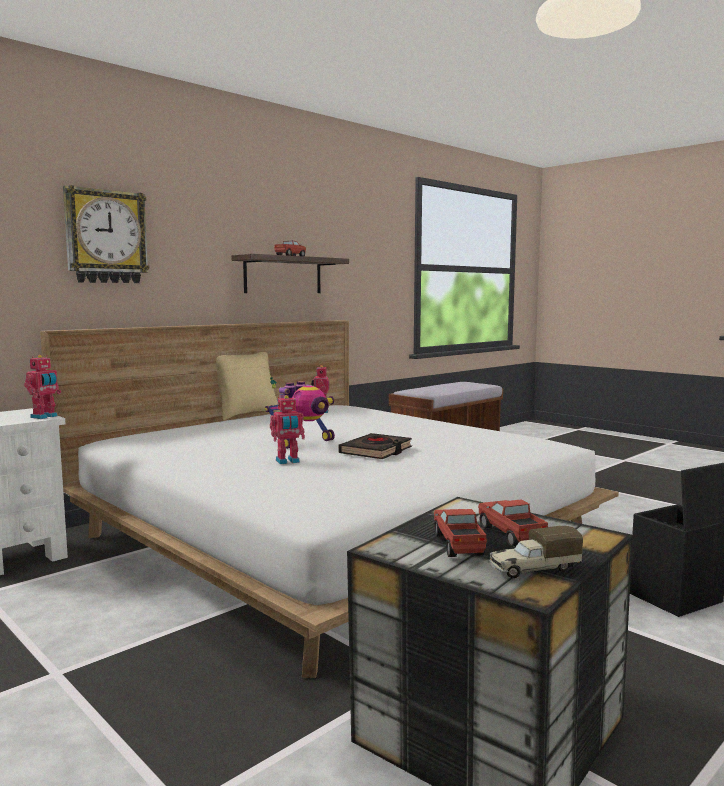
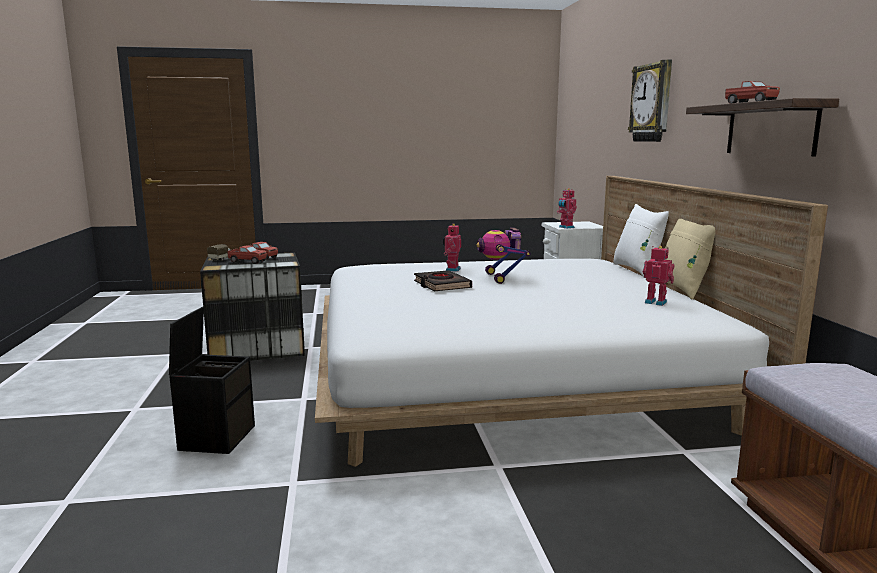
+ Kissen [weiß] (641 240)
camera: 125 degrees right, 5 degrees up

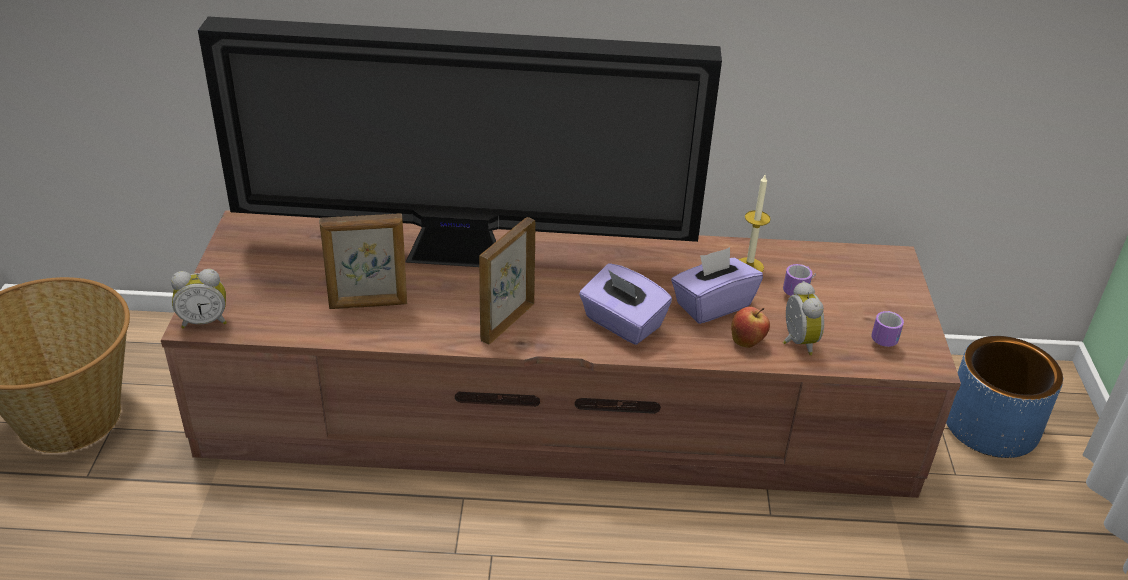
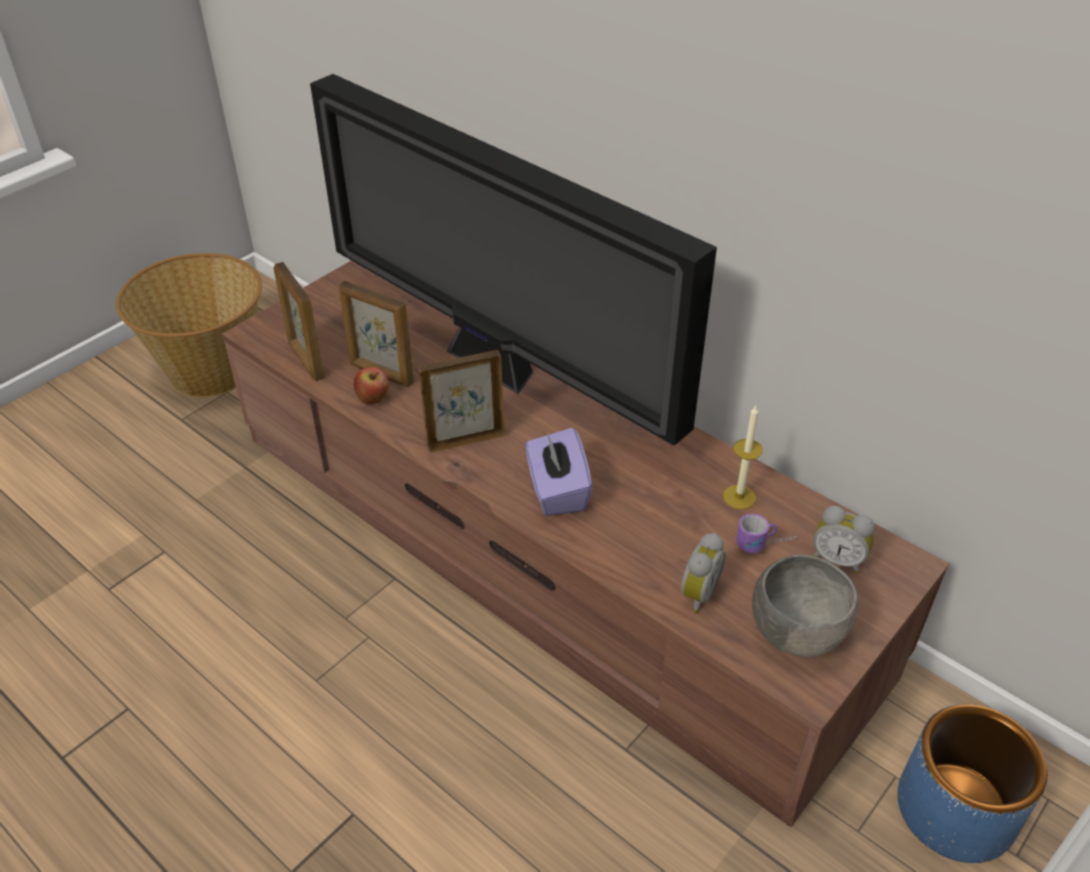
- Taschentuchbox [lila] (717 285)
~ Wecker (199 299) to (844 540)
~ Apfel (750 327) to (371 385)
~ Henkelbecher (887 329) to Schüssel [grau] (805 606)
+ Bilderrahmen (299 321)
camera: 40 degrees right, 5 degrees up

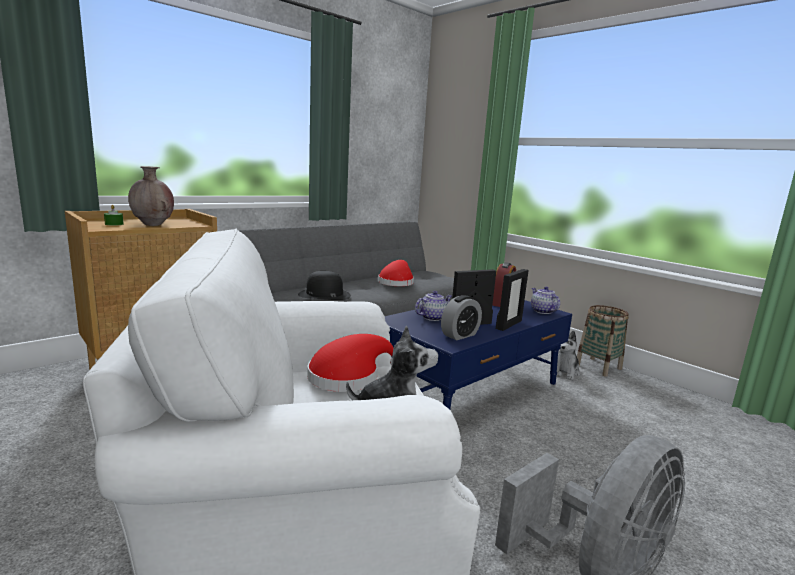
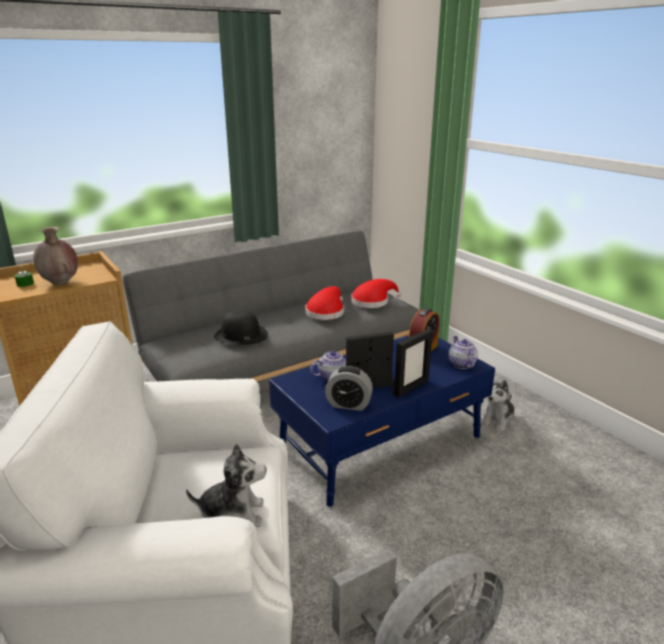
~ Wecker (461 317) = (349 388) 45 degrees clockwise
- Korb (603 341)
~ Hut [rot] (350 363) to (376 293)
camera: 10 degrees right, 10 degrees up

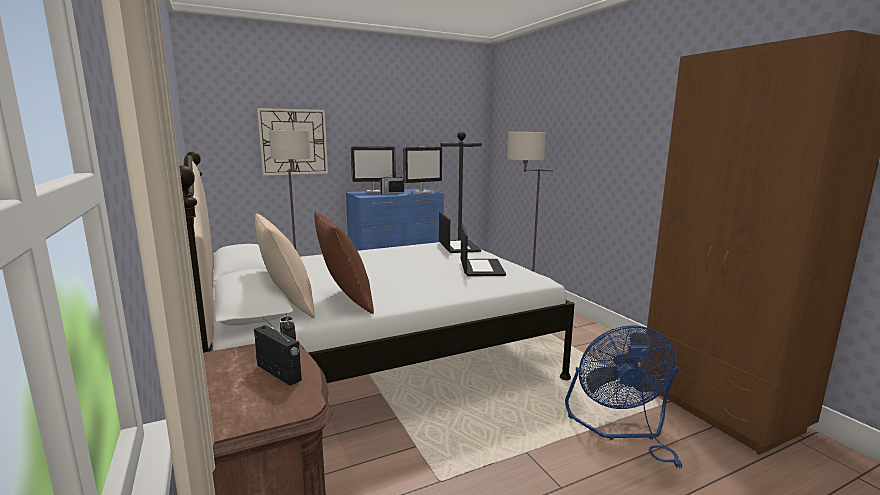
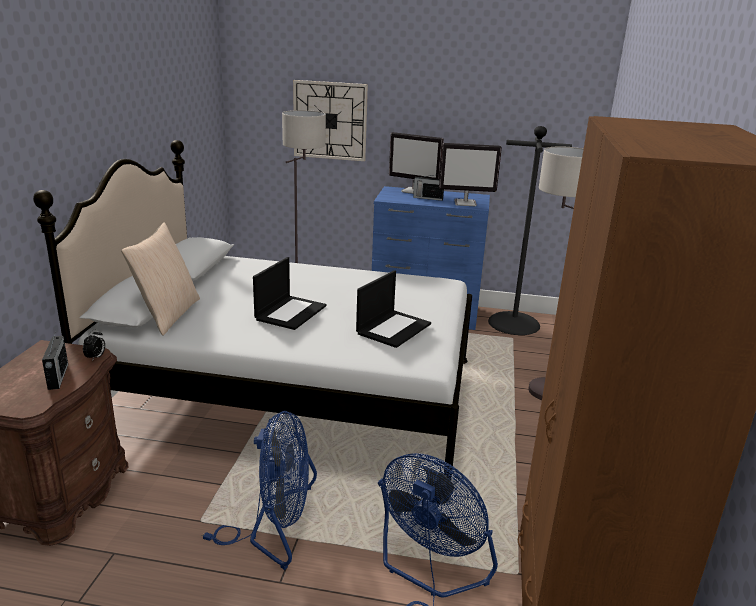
- Kissen [braun] (344 263)
~ Laptop (460 232) to (289 293)
+ Ventilator [blau] (260 490)
camera: 35 degrees right, 10 degrees up

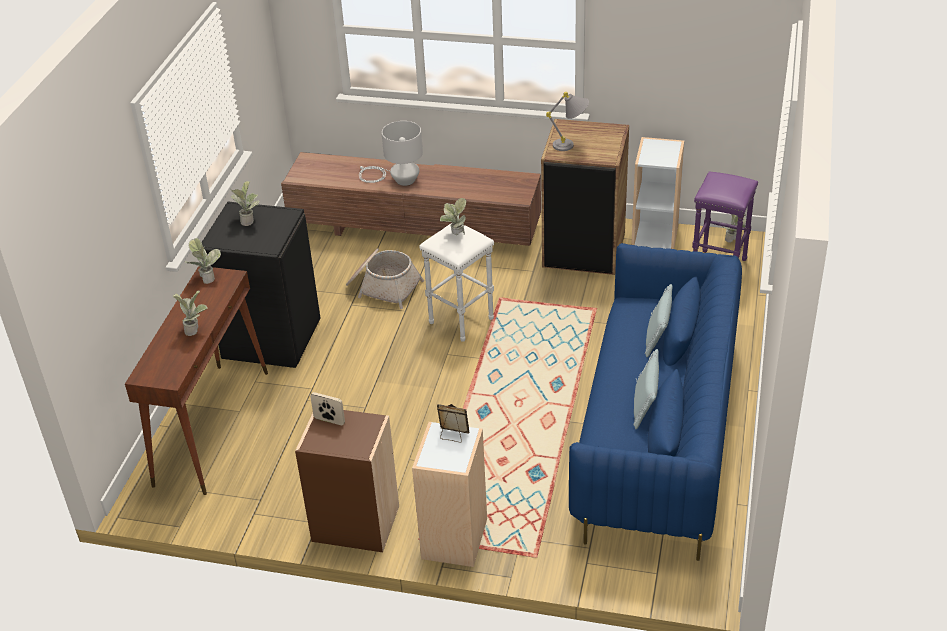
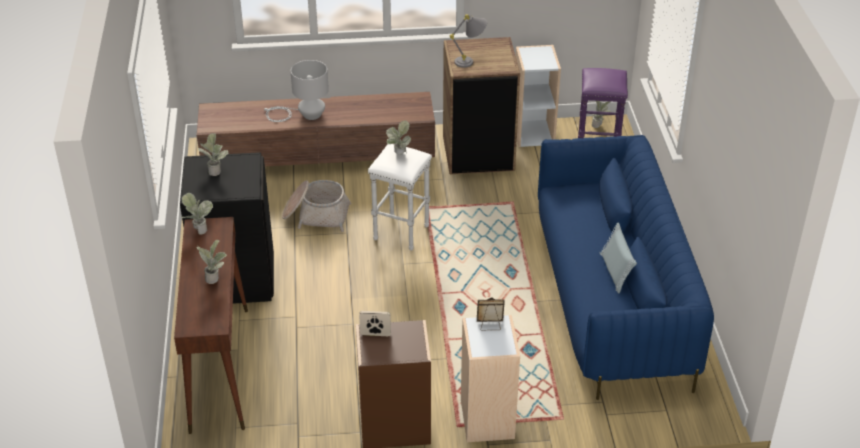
- Kissen [blau] (658 320)
camera: 20 degrees left, 0 degrees up

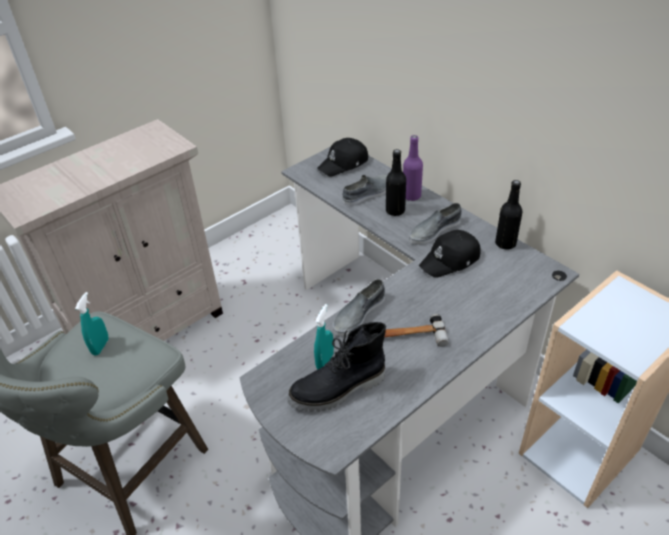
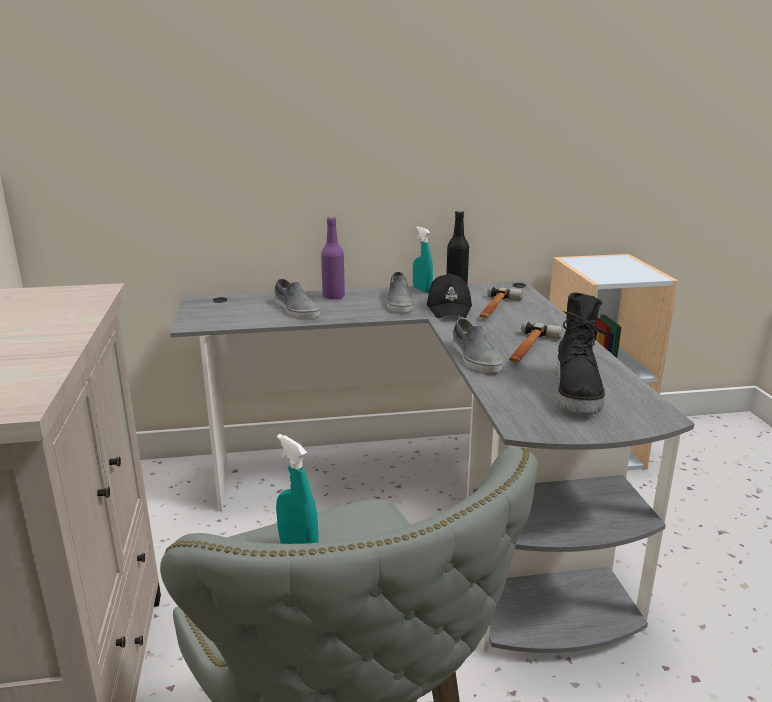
- Kappe [schwarz] (342 157)
- Flasche [schwarz] (396 182)
~ Schuh [grau] (364 190) = (297 298) 150 degrees clockwise
~ Sprühflasche [türkis] (324 337) to (423 260)
+ Hammer (501 302)
camera: 60 degrees left, 20 degrees down

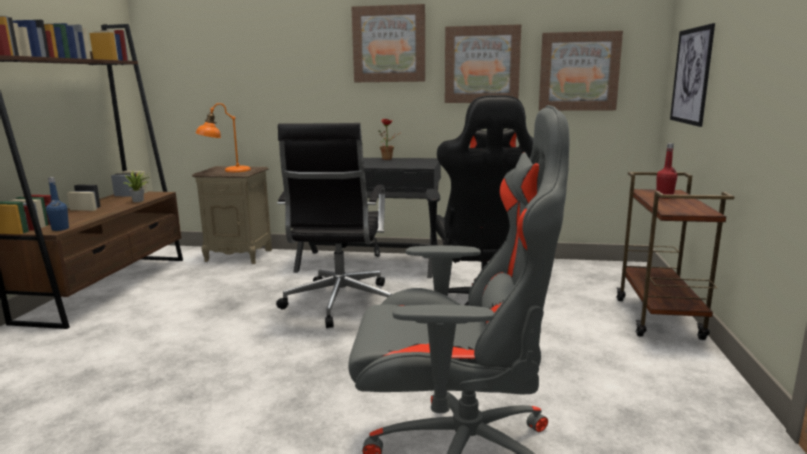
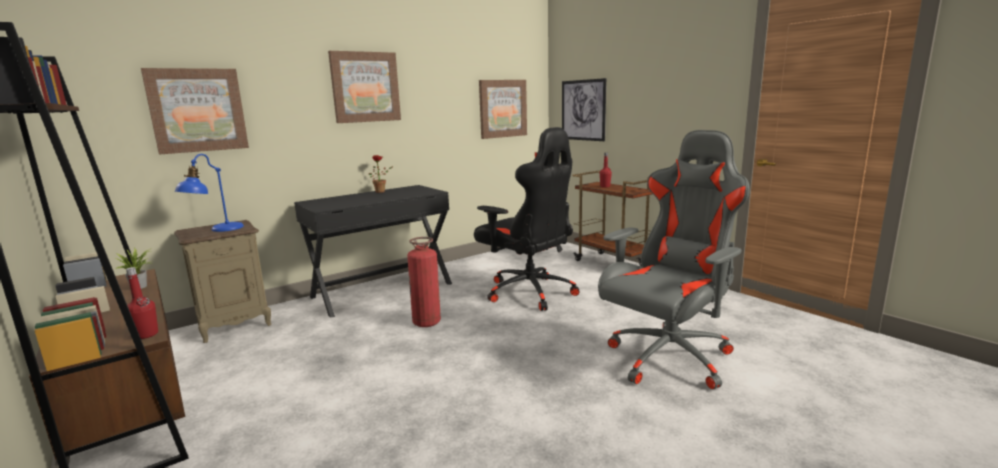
~ Bild (483 63) to (195 111)
~ Tischlampe [orange] (223 137) to Tischlampe [blau] (209 193)
~ Bürostuhl [schwarz] (334 225) to Feuerlöscher (424 282)
~ Flasche [blau] (57 204) to Flasche [rot] (142 303)
camera: 45 degrees left, 0 degrees up

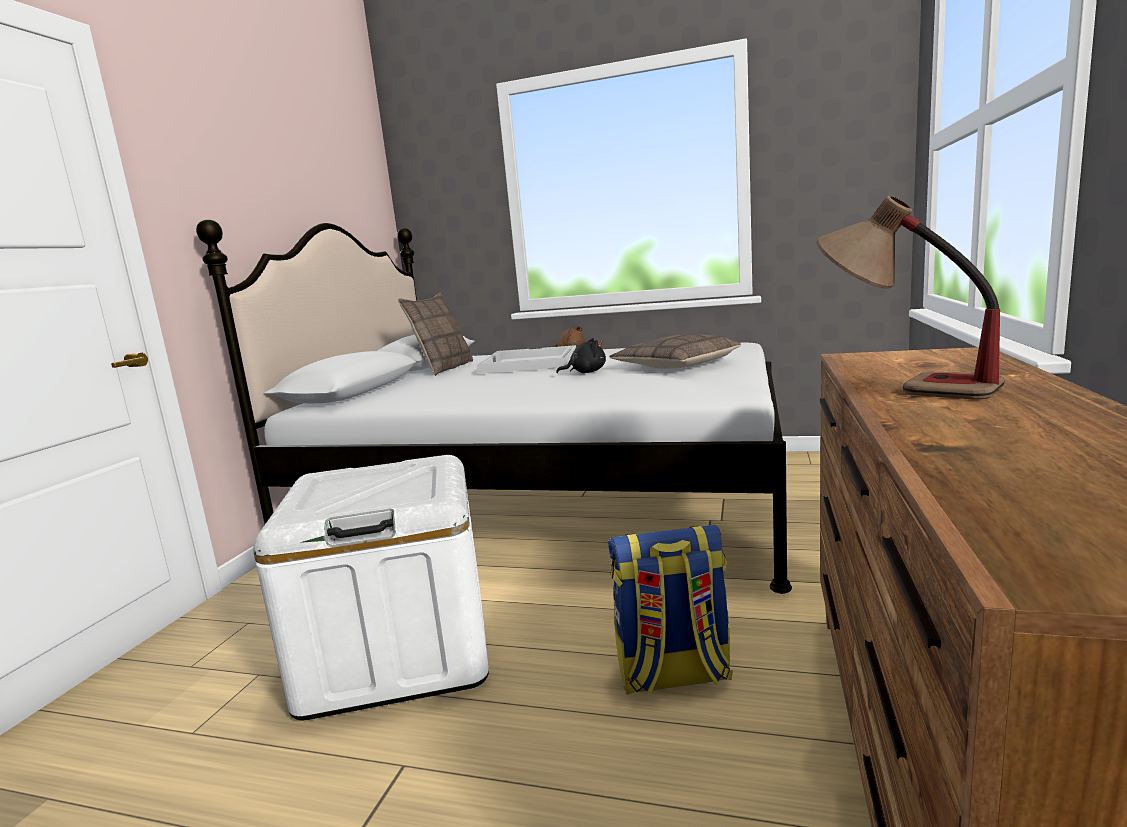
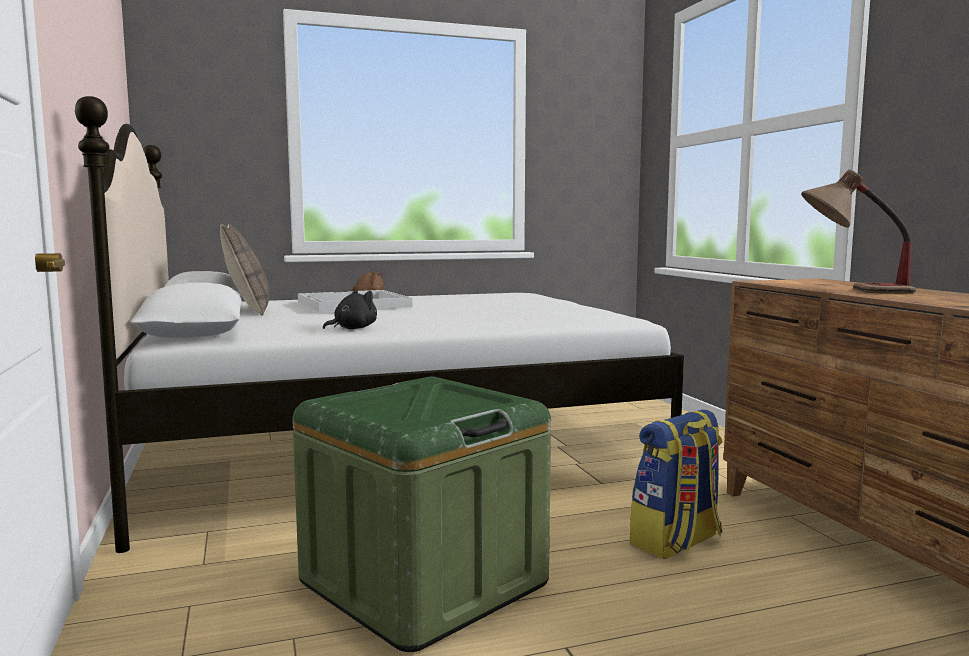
- Kissen (675 351)
~ Plüschtier [schwarz] (581 355) to (350 309)
~ Aufbewahrungsbox [weiß] (371 587) to Aufbewahrungsbox [grün] (421 514)
camera: 35 degrees left, 5 degrees down

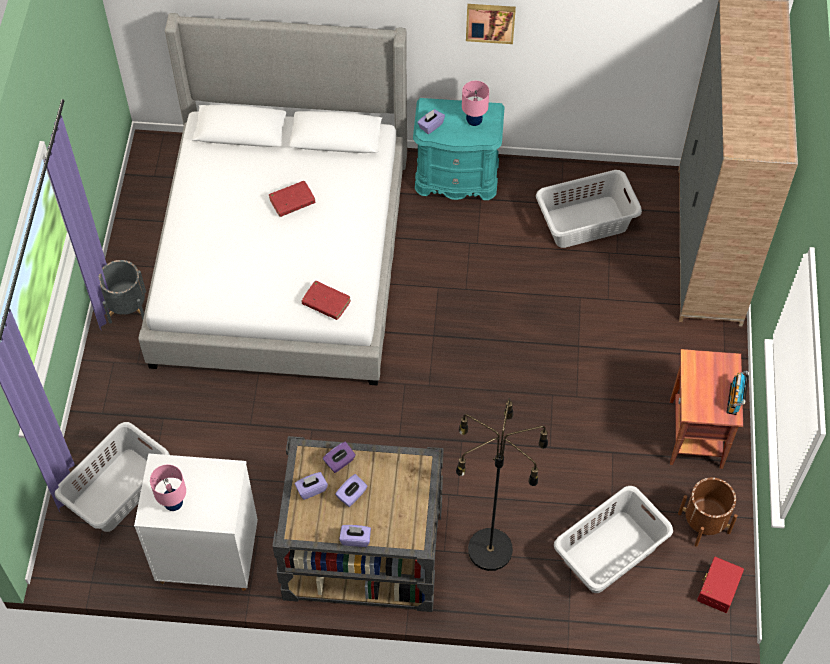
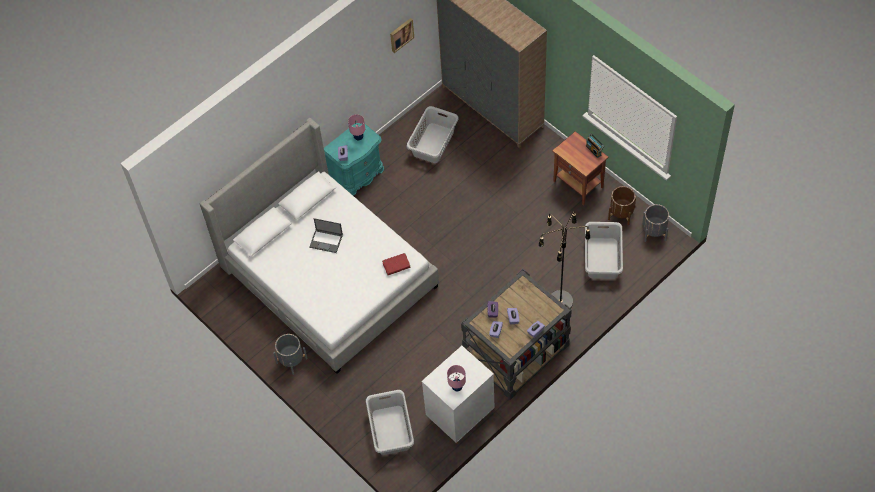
~ Bild (491 24) to (402 35)
~ Buch [rot] (292 199) to Laptop (326 235)
~ Aufbewahrungsbox [rot] (720 585) to Pflanzkübel [grau] (655 223)
camera: 45 degrees left, 0 degrees up

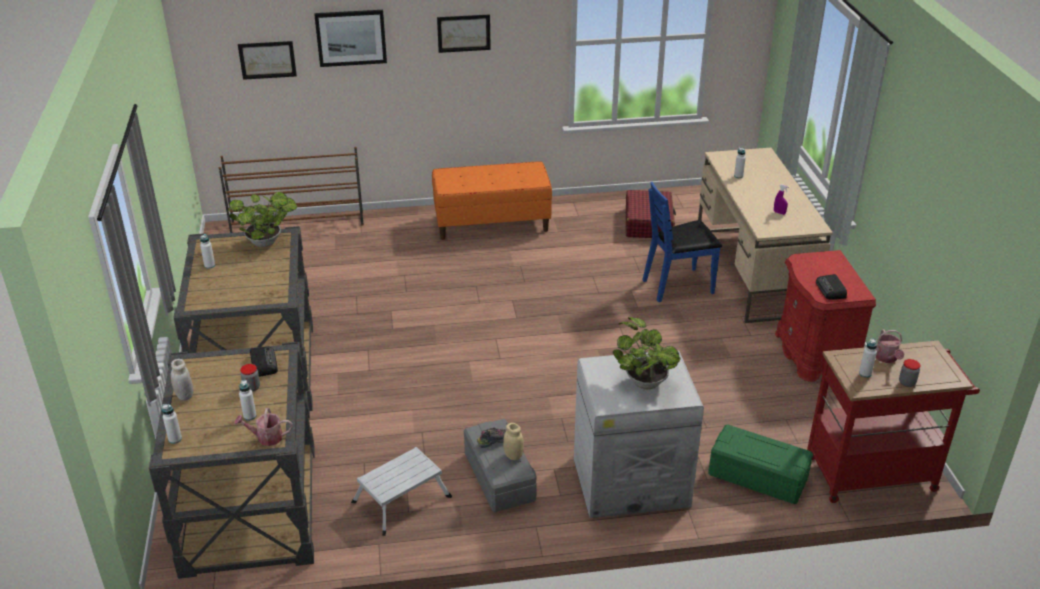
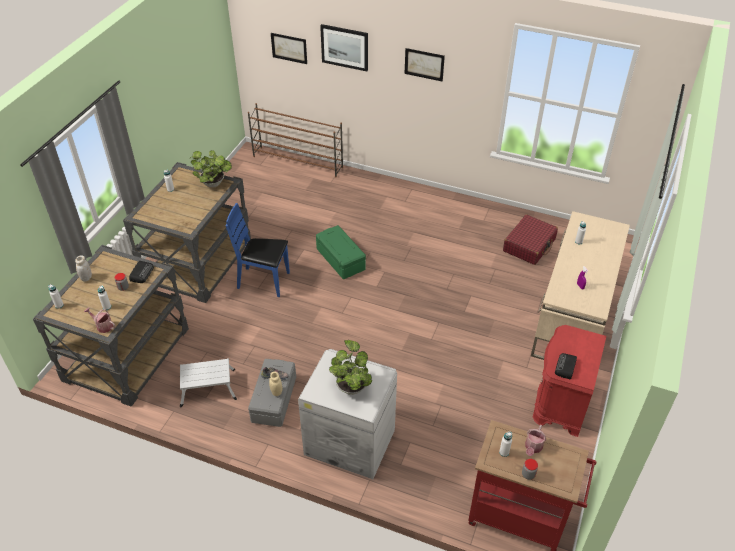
- Bank [orange] (492 200)
~ Stuhl [blau] (682 242) to (258 250)
~ Aufbewahrungsbox [grün] (760 464) to (341 252)
camera: 30 degrees right, 10 degrees up

